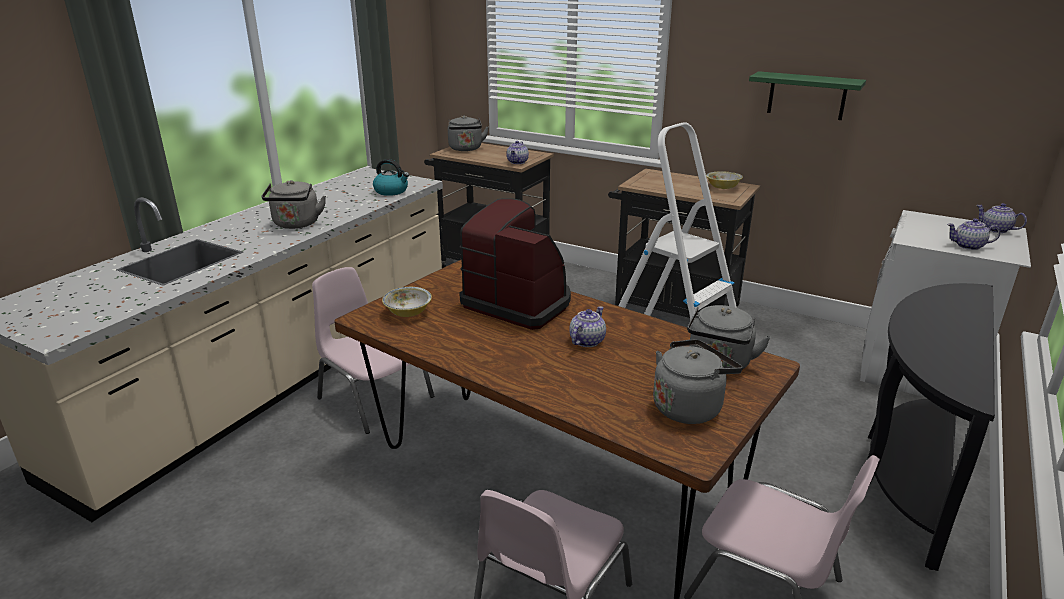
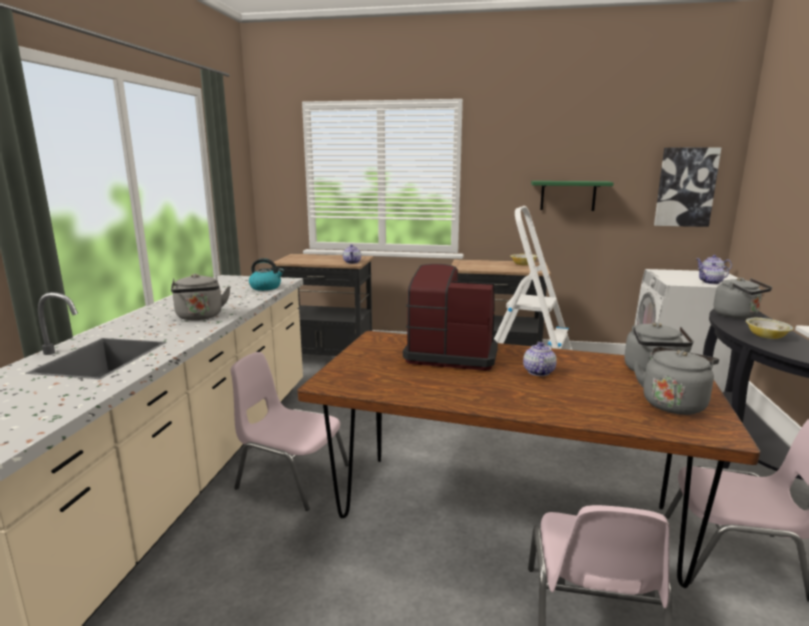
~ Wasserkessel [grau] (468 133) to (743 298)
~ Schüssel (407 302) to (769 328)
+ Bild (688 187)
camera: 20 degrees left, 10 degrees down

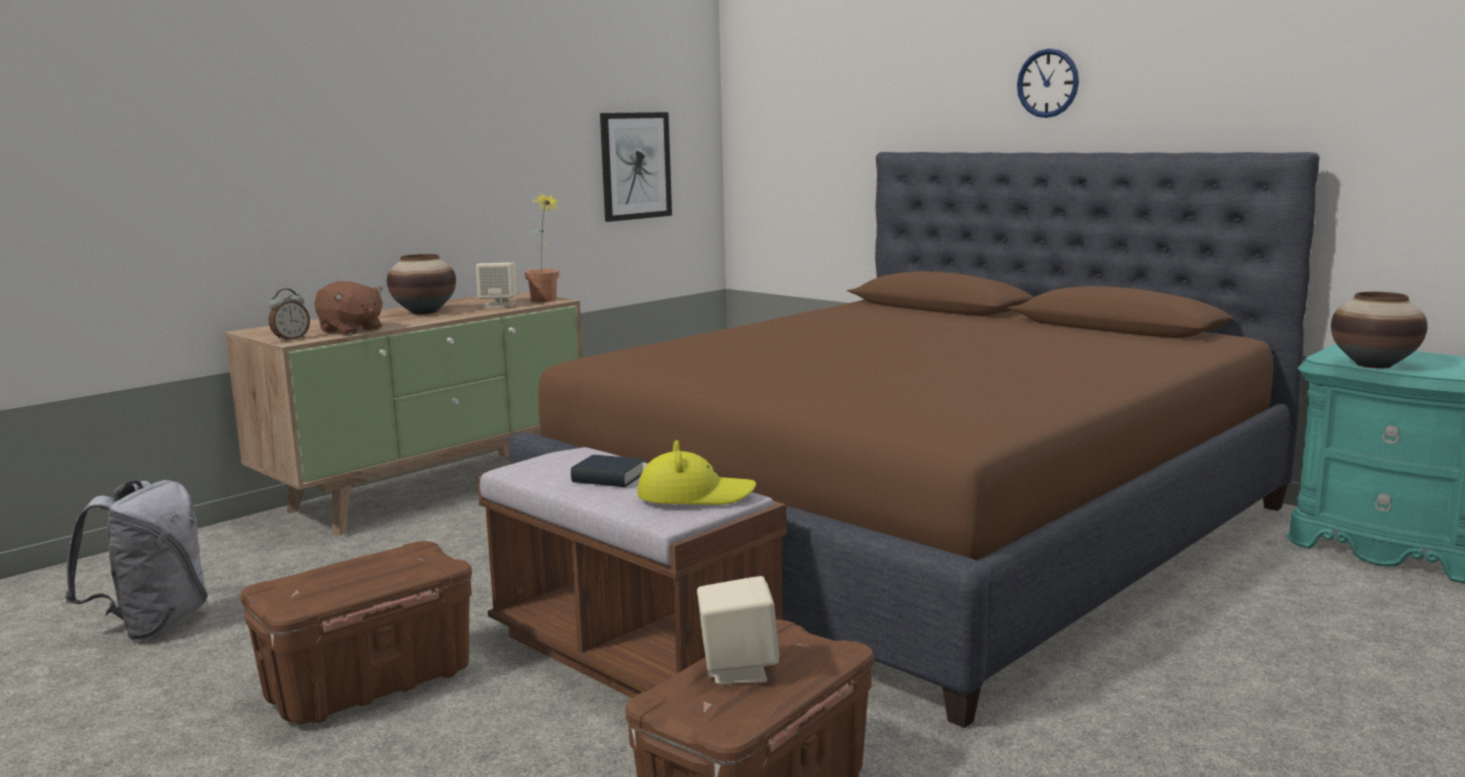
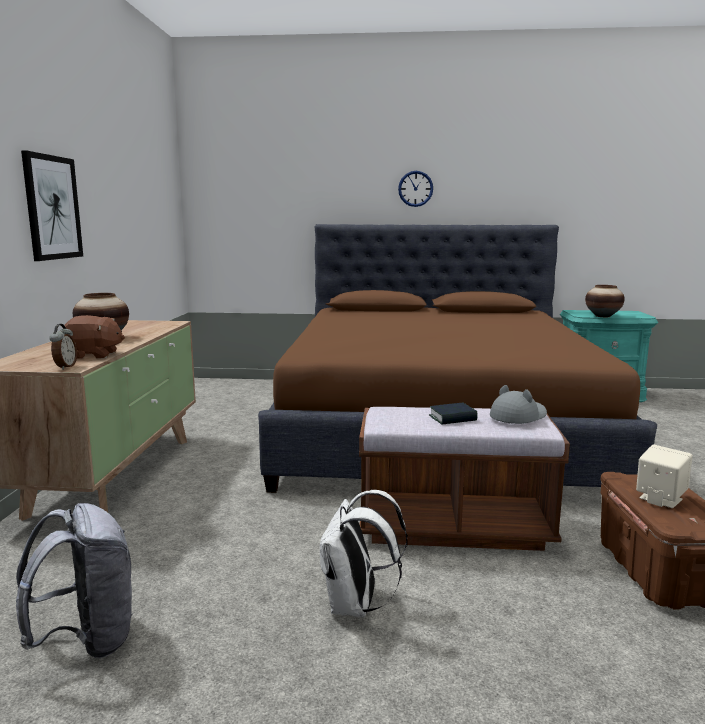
~ Bild (636 167) to (52 205)
- Topfpflanze (543 247)
- Lautsprecher [beige] (496 285)
~ Hut [gelb] (696 472) to Hut [grau] (518 404)
~ Aufbewahrungsbox [braun] (356 632) to Rucksack [weiß] (364 554)
camera: 40 degrees left, 0 degrees up

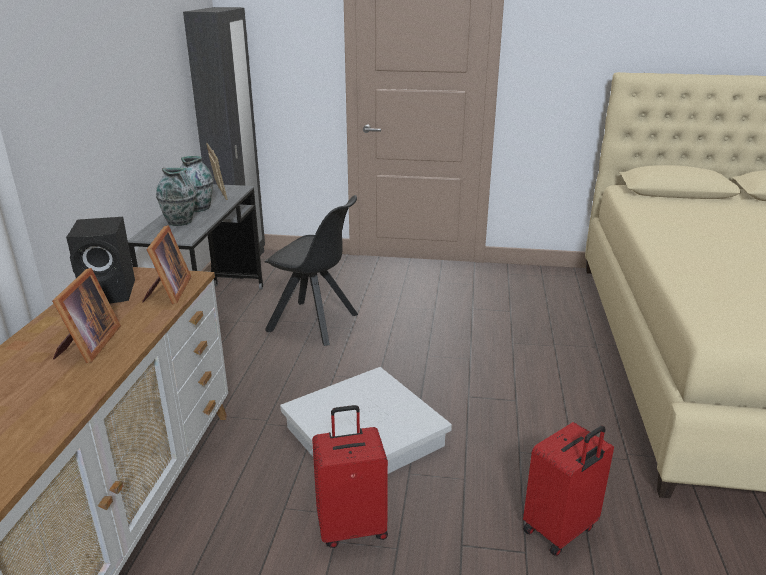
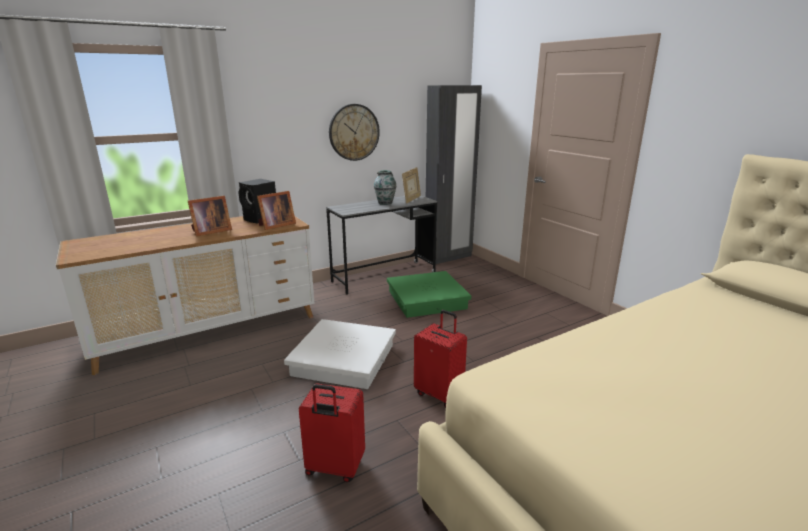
- Vase (176 197)
~ Stuhl [schwarz] (311 270) to Aufbewahrungsbox [grün] (429 294)
~ Koffer [rot] (350 476) to (440 358)
+ Wanduhr (354 132)
camera: 50 degrees right, 5 degrees down

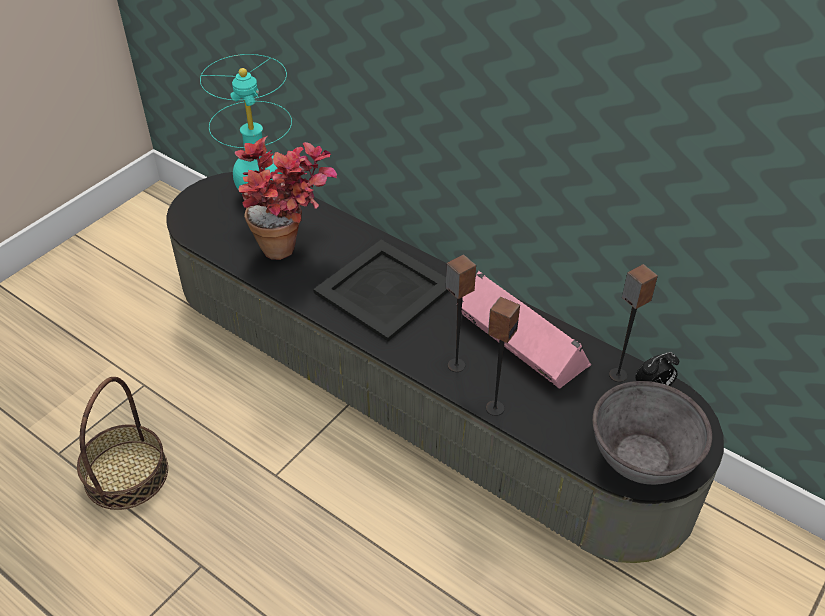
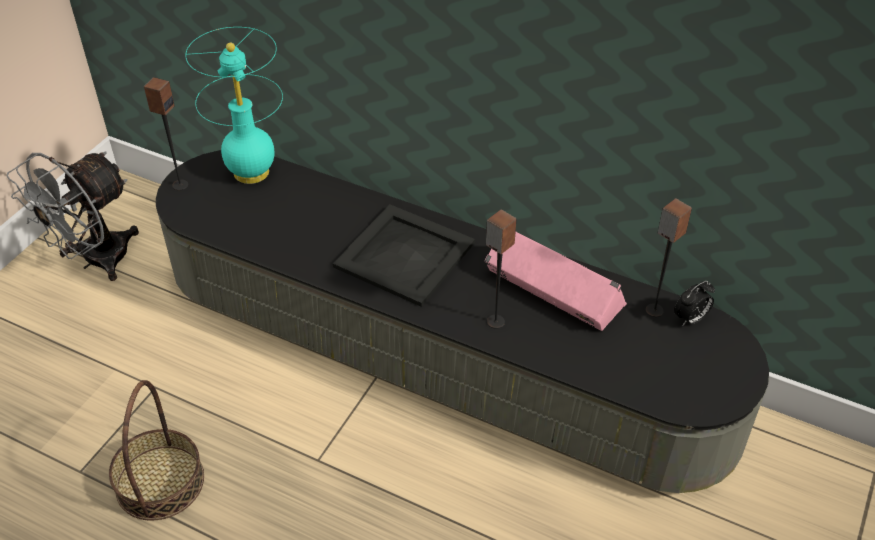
- Topfpflanze (286 198)
~ Lautsprecher (503 356) to (166 133)
- Schüssel [grau] (652 433)
+ Ventilator [grau] (73 216)
camera: 10 degrees left, 0 degrees up

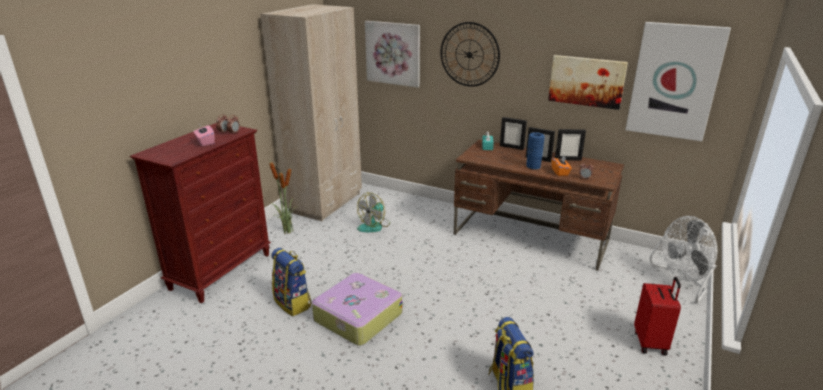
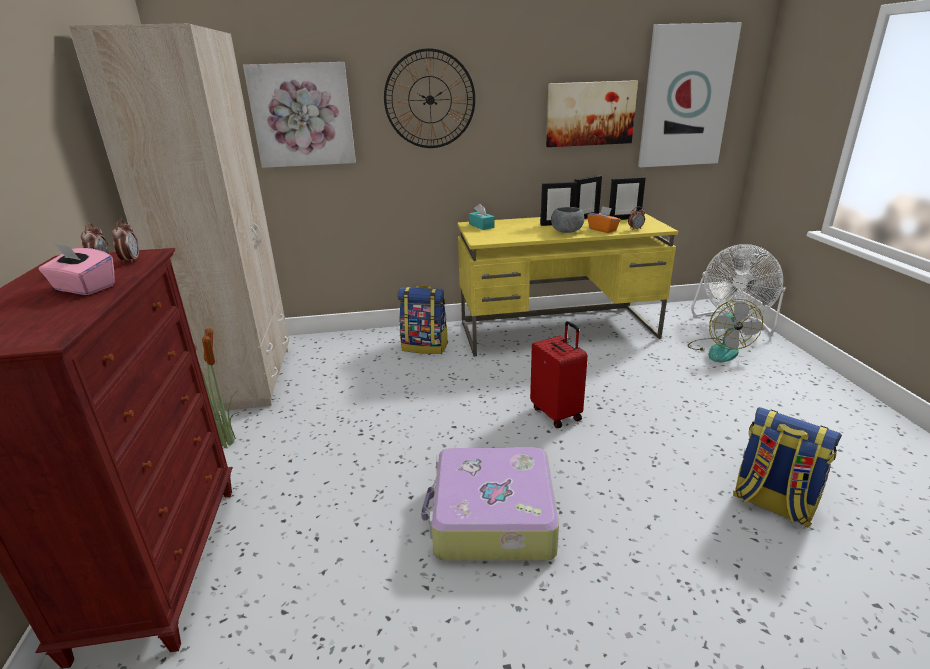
~ Bilderrahmen (513 133) to (627 198)
~ Vase [blau] (535 151) to Schüssel [grau] (567 220)
~ Schreibtisch [braun] (539 205) to Schreibtisch [gelb] (567 285)
~ Ventilator (373 212) to (725 330)
~ Rucksack (291 282) to (423 319)
~ Koffer [rot] (657 316) to (559 374)
camera: 35 degrees left, 0 degrees up

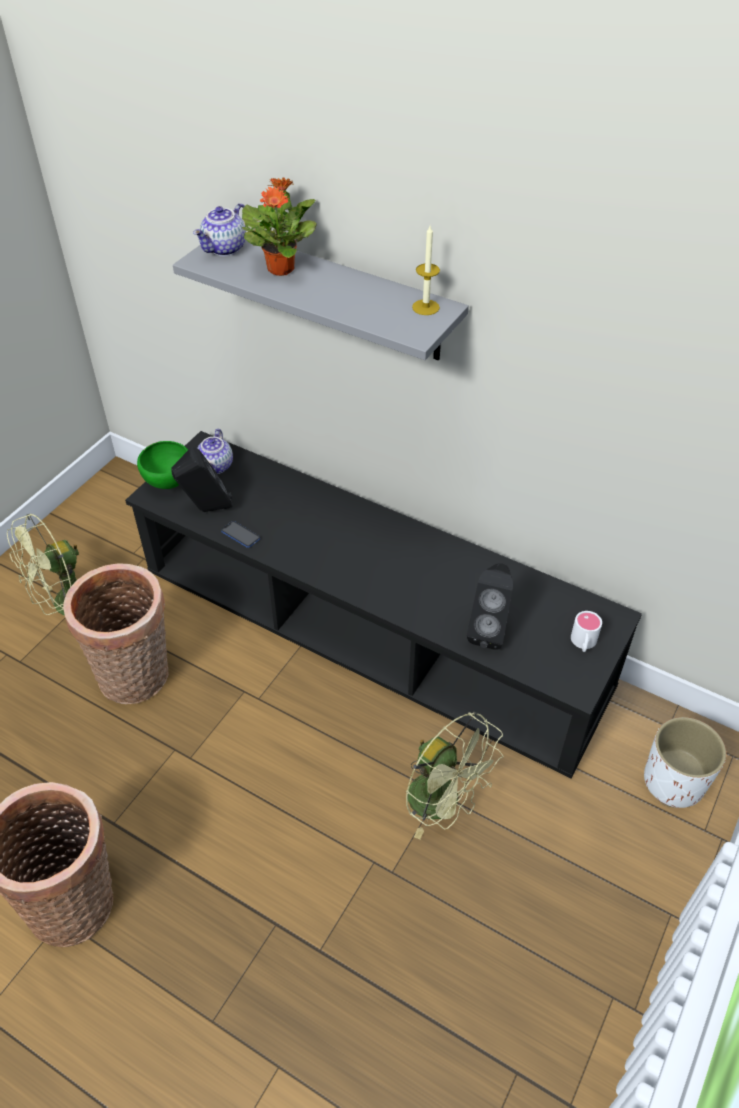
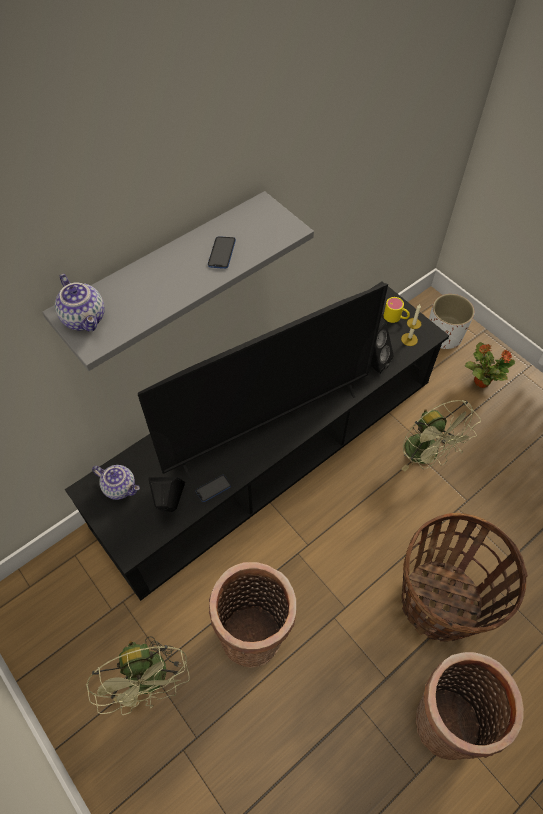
~ Topfpflanze (279 227) to (490 365)
~ Kerze (426 270) to (411 325)
- Schüssel [grün] (162 465)
~ Henkelbecher [weiß] (586 631) to Henkelbecher [gelb] (397 310)
~ Ventilator [grün] (454 775) = (441 436) 90 degrees clockwise
+ Handy (222 252)
+ Fernseher (263 381)
+ Korb (464 577)
camera: 70 degrees left, 10 degrees up

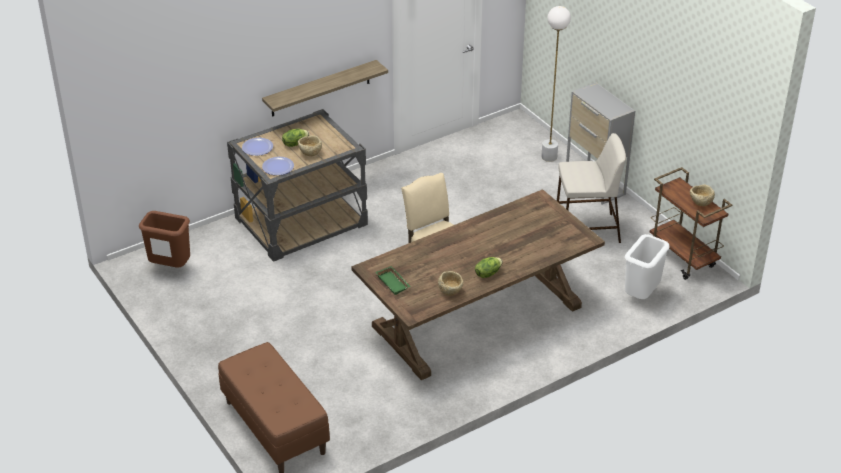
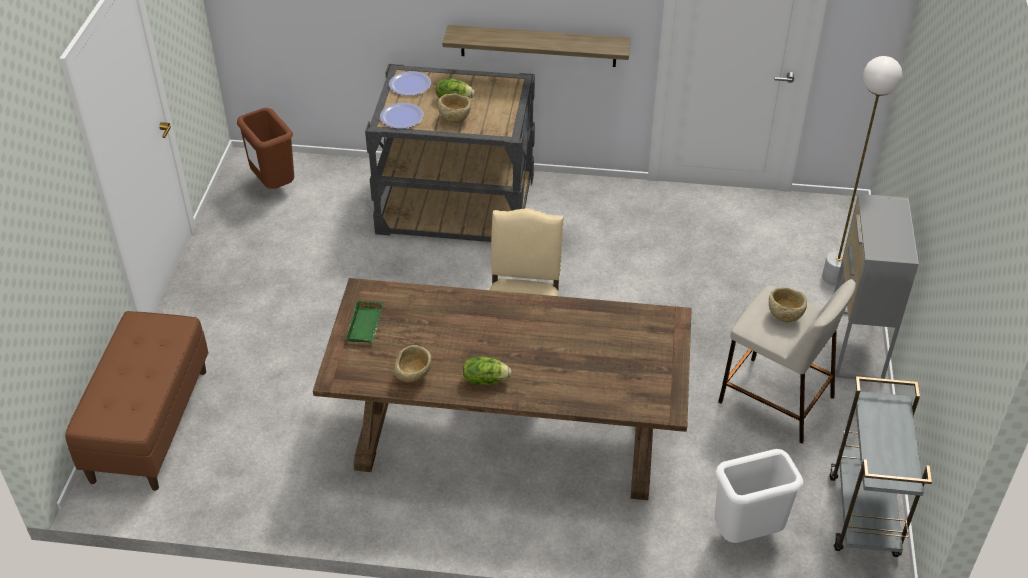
~ Rollwagen [braun] (691 223) to Rollwagen [grau] (880 466)
~ Schüssel [beige] (702 195) to (788 305)
camera: 40 degrees right, 5 degrees up

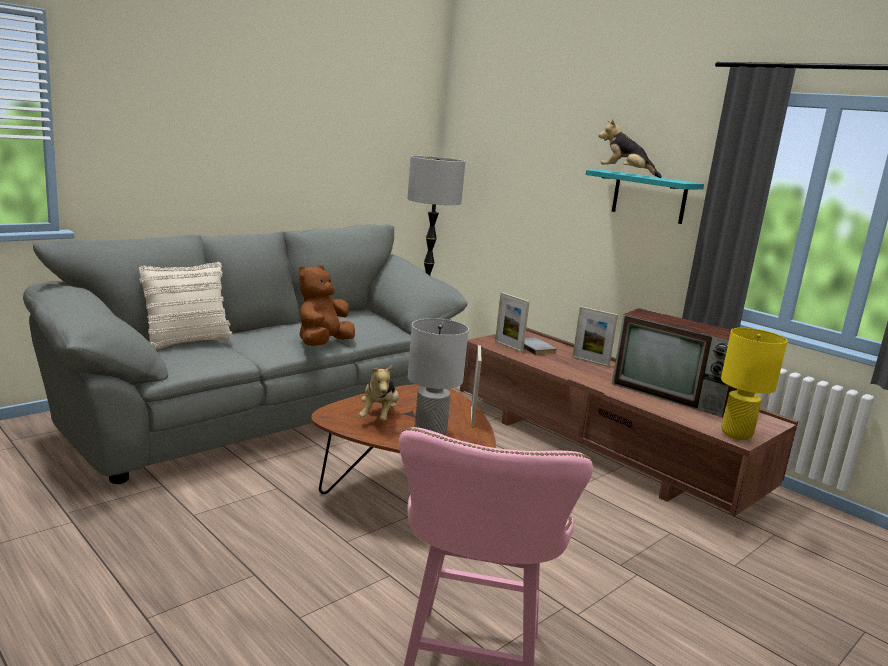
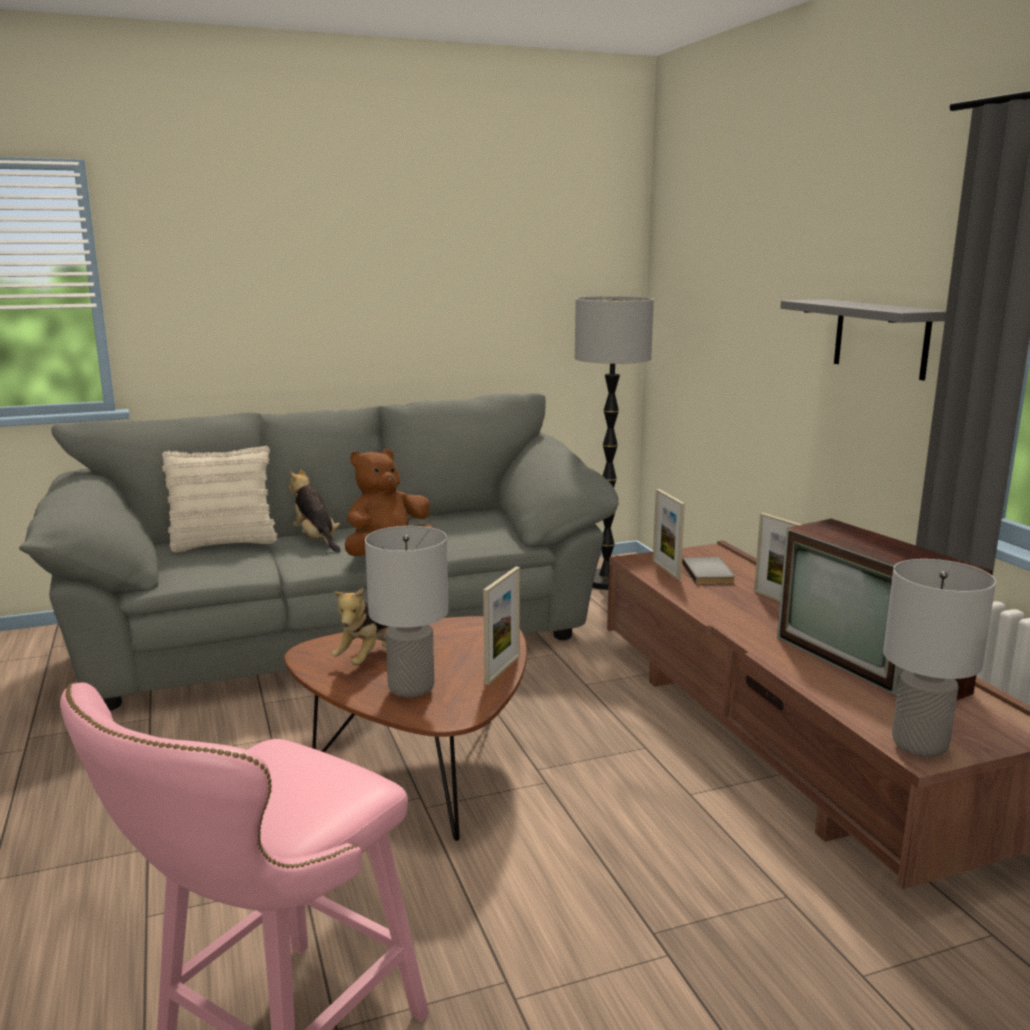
~ Plüschtier (630 149) to (315 511)
~ Wandregal [türkis] (645 197) to Wandregal [grau] (863 339)
~ Tischlampe [gelb] (754 384) to Tischlampe [grau] (939 658)
camera: 25 degrees right, 0 degrees up

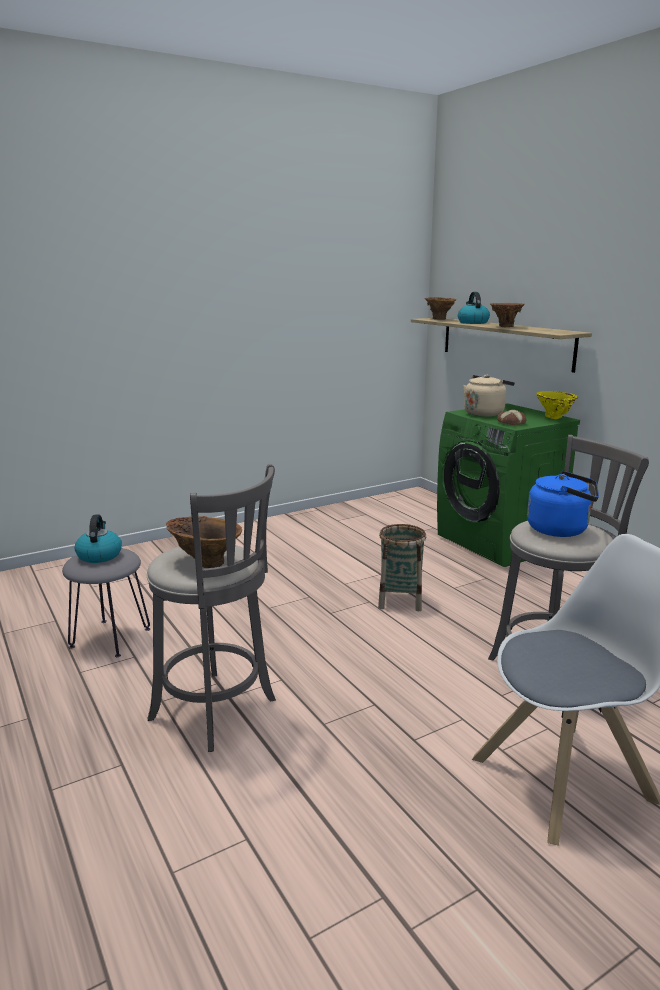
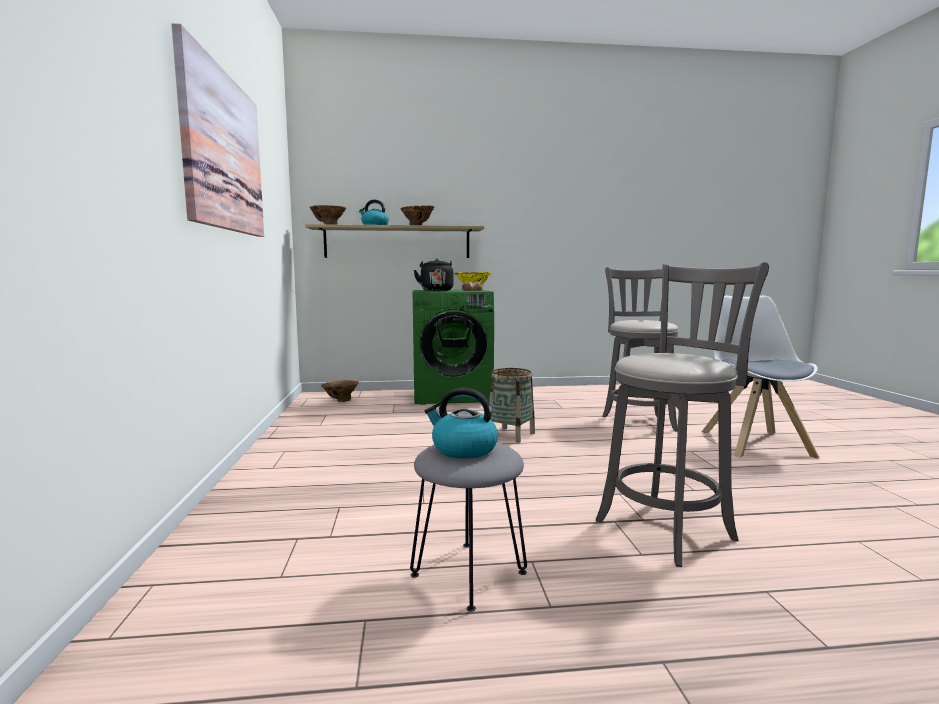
~ Wasserkessel [beige] (489 395) to Wasserkessel [schwarz] (433 275)
- Wasserkessel [blau] (563 504)
~ Vase [braun] (204 542) to (340 391)
+ Bild (217 130)
camera: 65 degrees left, 10 degrees down

